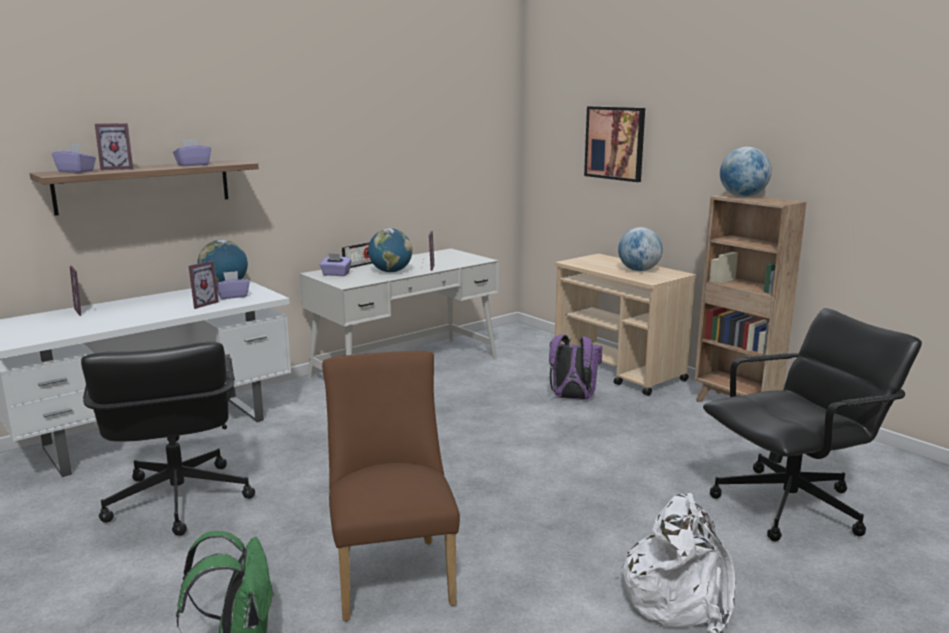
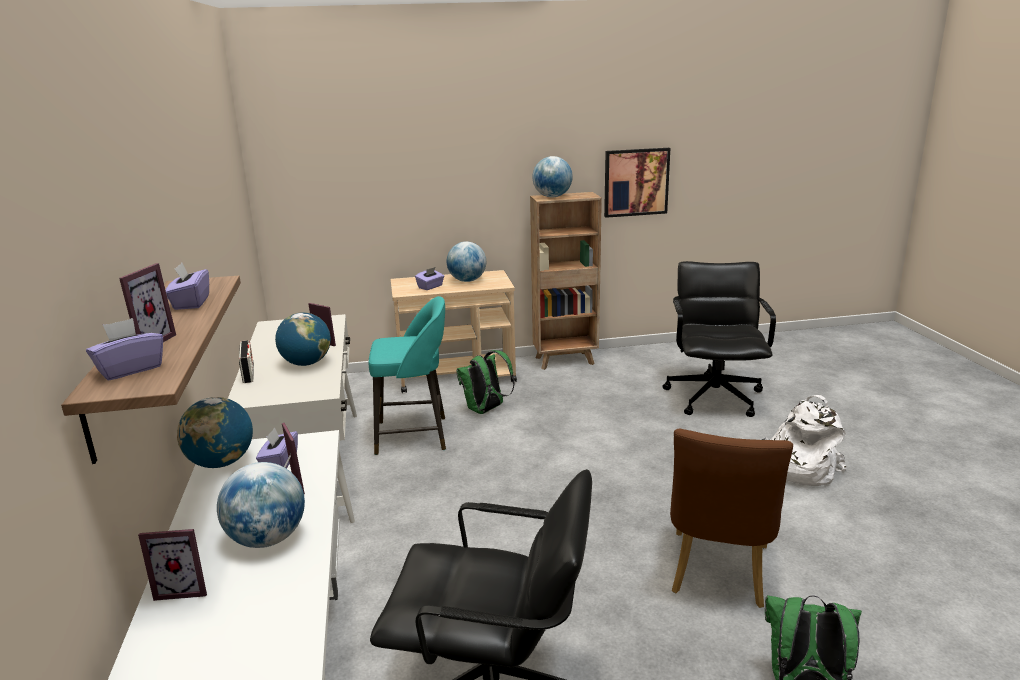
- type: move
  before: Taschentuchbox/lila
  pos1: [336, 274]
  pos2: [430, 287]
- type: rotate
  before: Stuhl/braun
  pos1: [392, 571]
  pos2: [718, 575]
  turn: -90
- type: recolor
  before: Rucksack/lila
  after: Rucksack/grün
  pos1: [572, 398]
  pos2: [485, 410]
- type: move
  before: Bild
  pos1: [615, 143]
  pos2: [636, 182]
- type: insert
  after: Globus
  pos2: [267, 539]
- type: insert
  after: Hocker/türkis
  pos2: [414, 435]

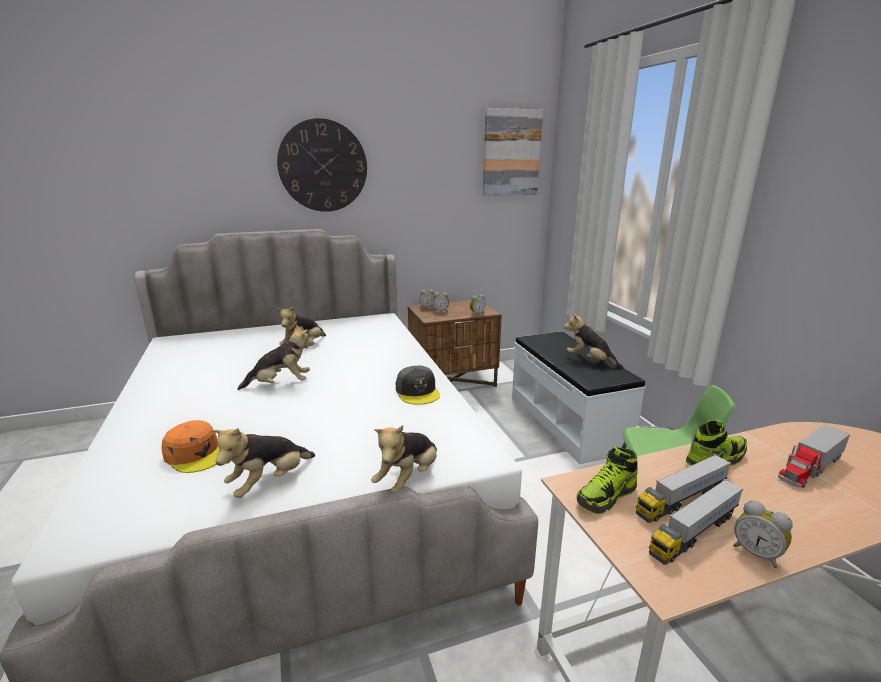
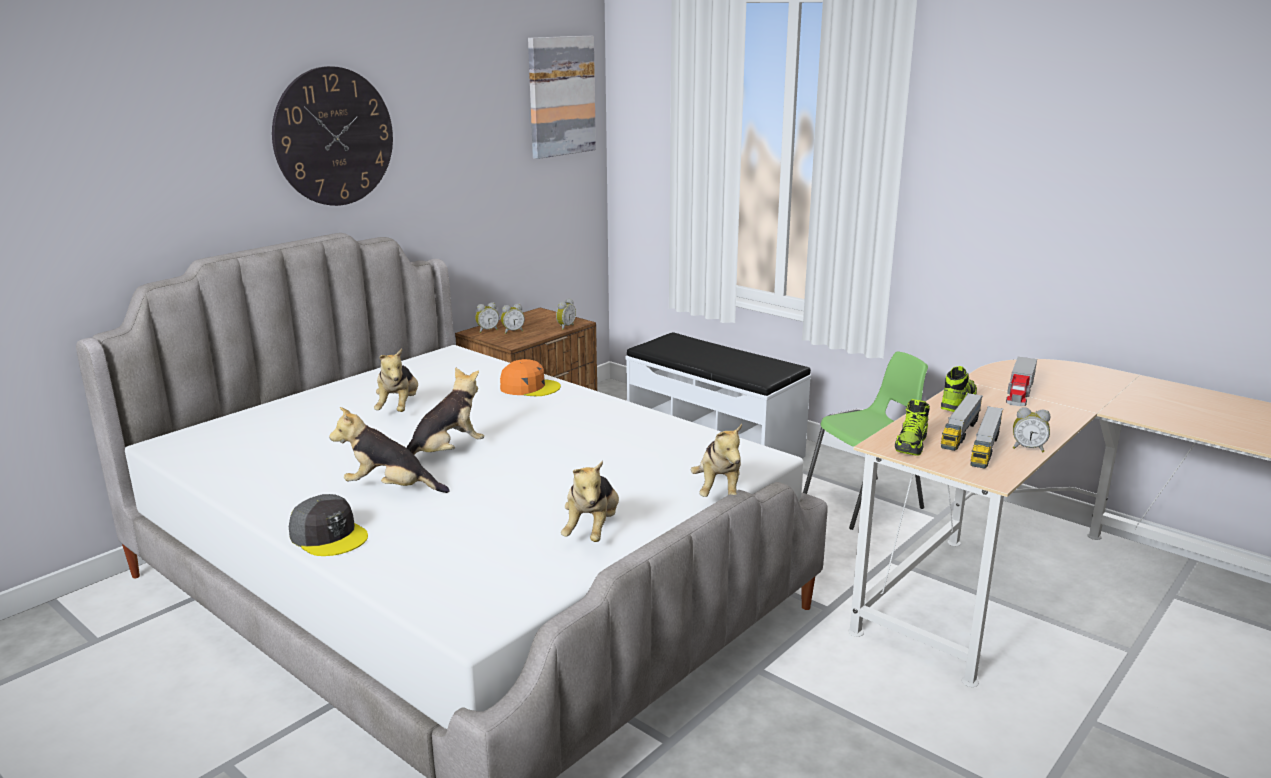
- type: move
  before: Kappe/orange
  pos1: [196, 454]
  pos2: [529, 387]
- type: move
  before: Kappe/grau
  pos1: [417, 392]
  pos2: [329, 536]
- type: move
  before: Plüschtier
  pos1: [590, 360]
  pos2: [390, 489]

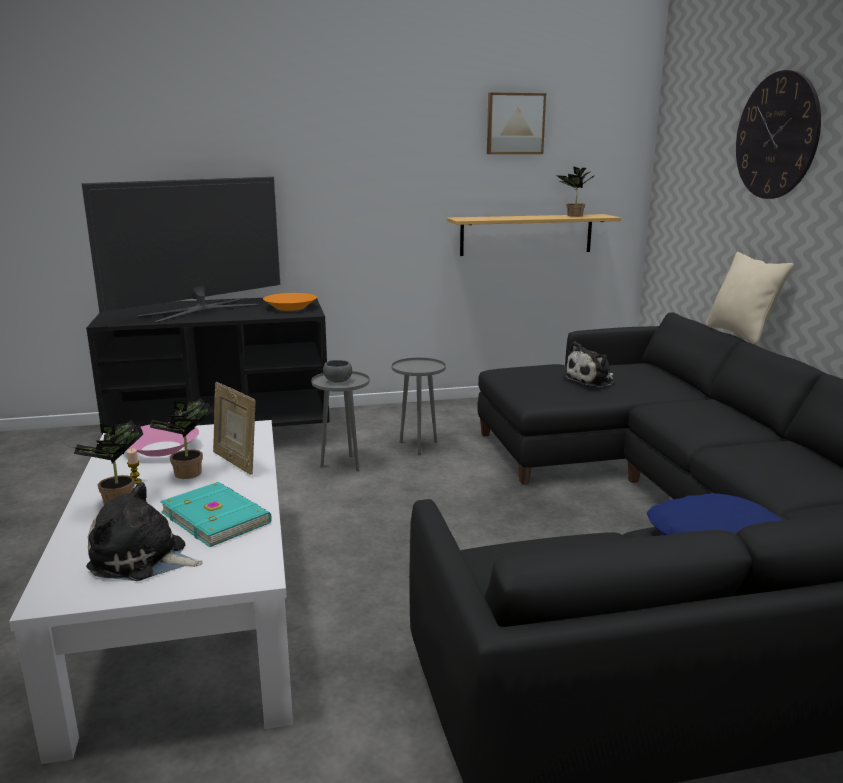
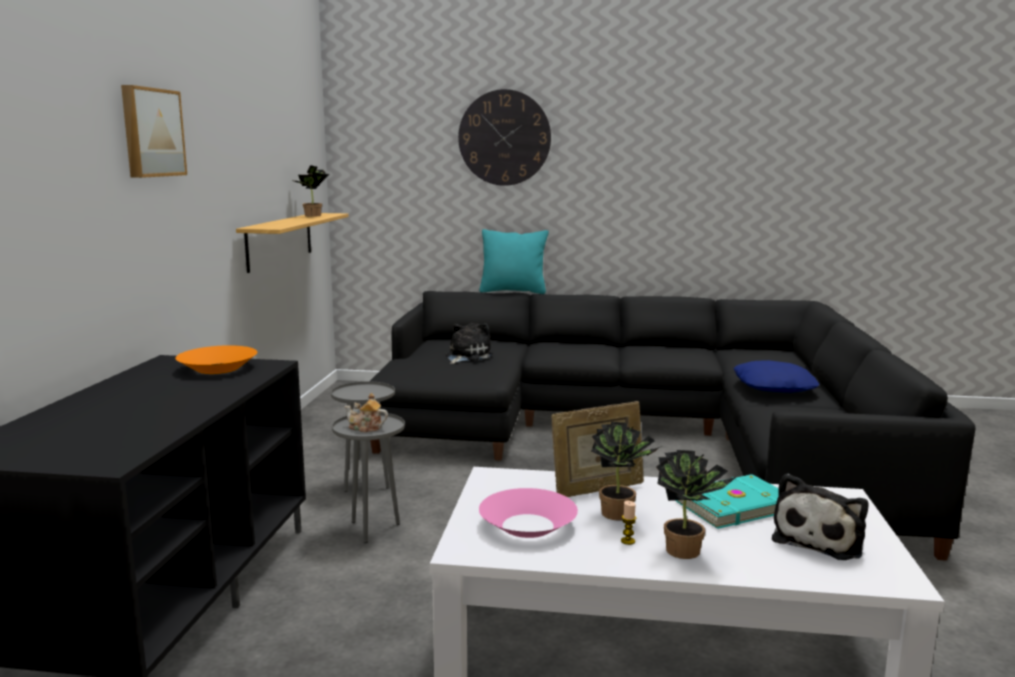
- type: delete
  before: Fernseher
  pos1: [200, 310]
- type: replace
  before: Schüssel/grau
  after: Teekanne
  pos1: [337, 381]
  pos2: [365, 428]
- type: move
  before: Bild
  pos1: [515, 124]
  pos2: [151, 132]
- type: rotate
  before: Plüschtier
  pos1: [592, 380]
  pos2: [466, 356]
  turn: -135
- type: recolor
  before: Kissen/beige
  after: Kissen/türkis
  pos1: [740, 334]
  pos2: [513, 291]

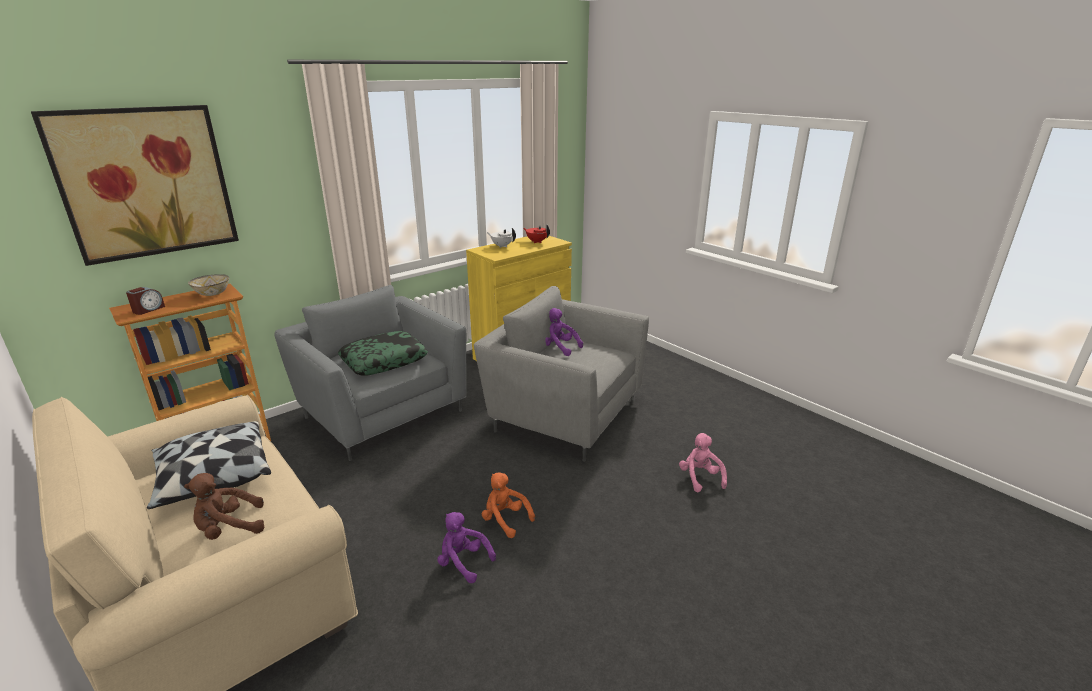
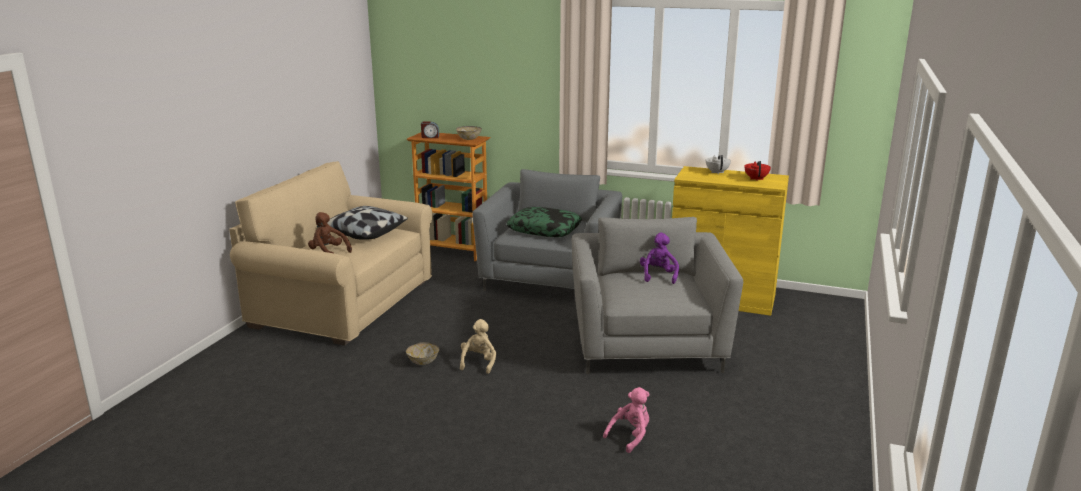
- type: delete
  before: Bild
  pos1: [146, 183]
- type: replace
  before: Plüschtier/lila
  after: Schüssel
  pos1: [463, 562]
  pos2: [423, 361]
- type: recolor
  before: Plüschtier/orange
  after: Plüschtier/beige
  pos1: [505, 520]
  pos2: [479, 363]

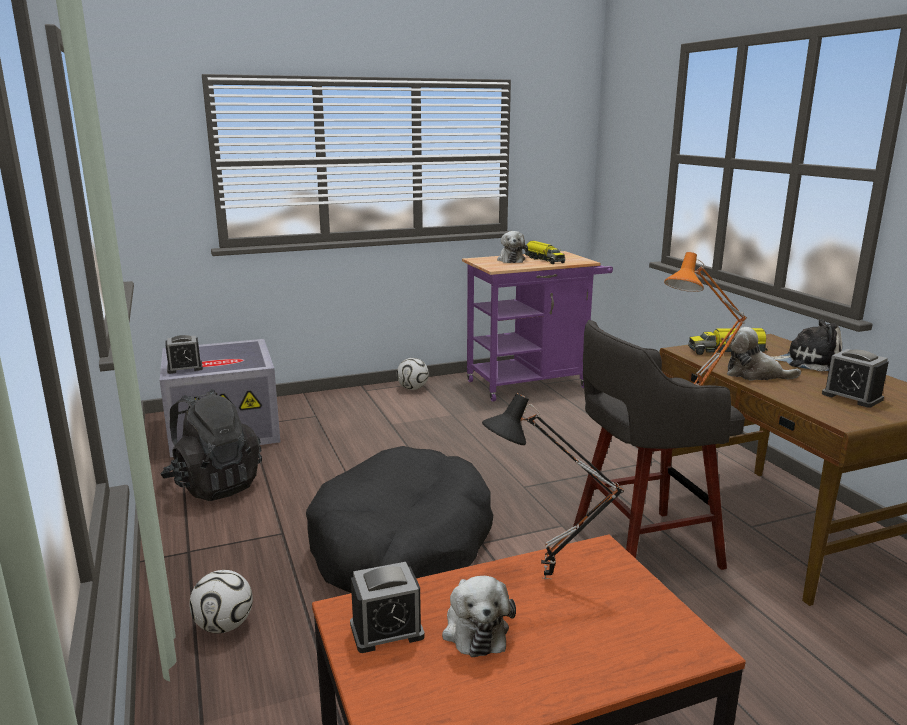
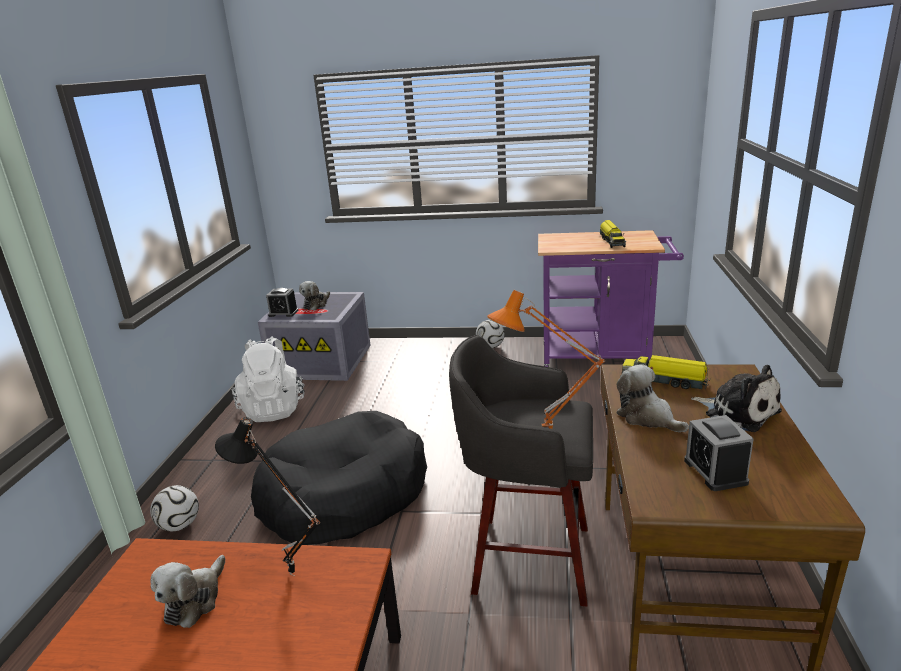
- type: recolor
  before: Rucksack/schwarz
  after: Rucksack/weiß
  pos1: [214, 485]
  pos2: [274, 409]
- type: delete
  before: Wecker
  pos1: [387, 630]
- type: move
  before: Plüschtier
  pos1: [511, 260]
  pos2: [316, 304]

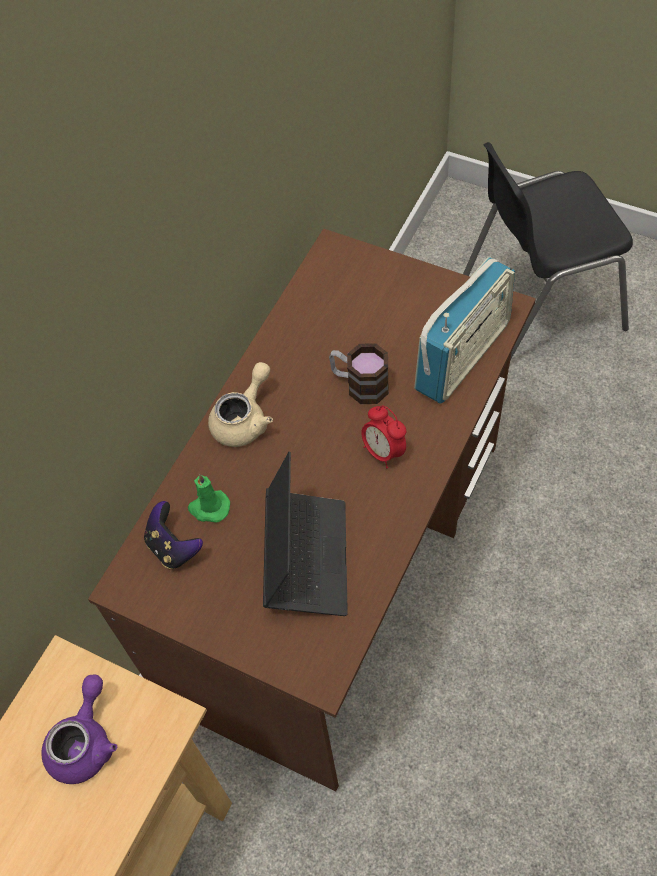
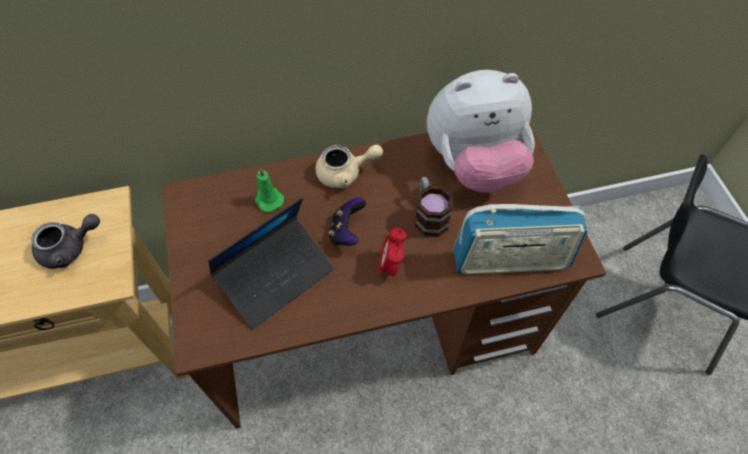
- type: recolor
  before: Teekanne/lila
  after: Teekanne/grau
  pos1: [85, 741]
  pos2: [70, 248]
- type: move
  before: Gamepad
  pos1: [173, 547]
  pos2: [346, 232]
- type: insert
  after: Plüschtier
  pos2: [474, 164]

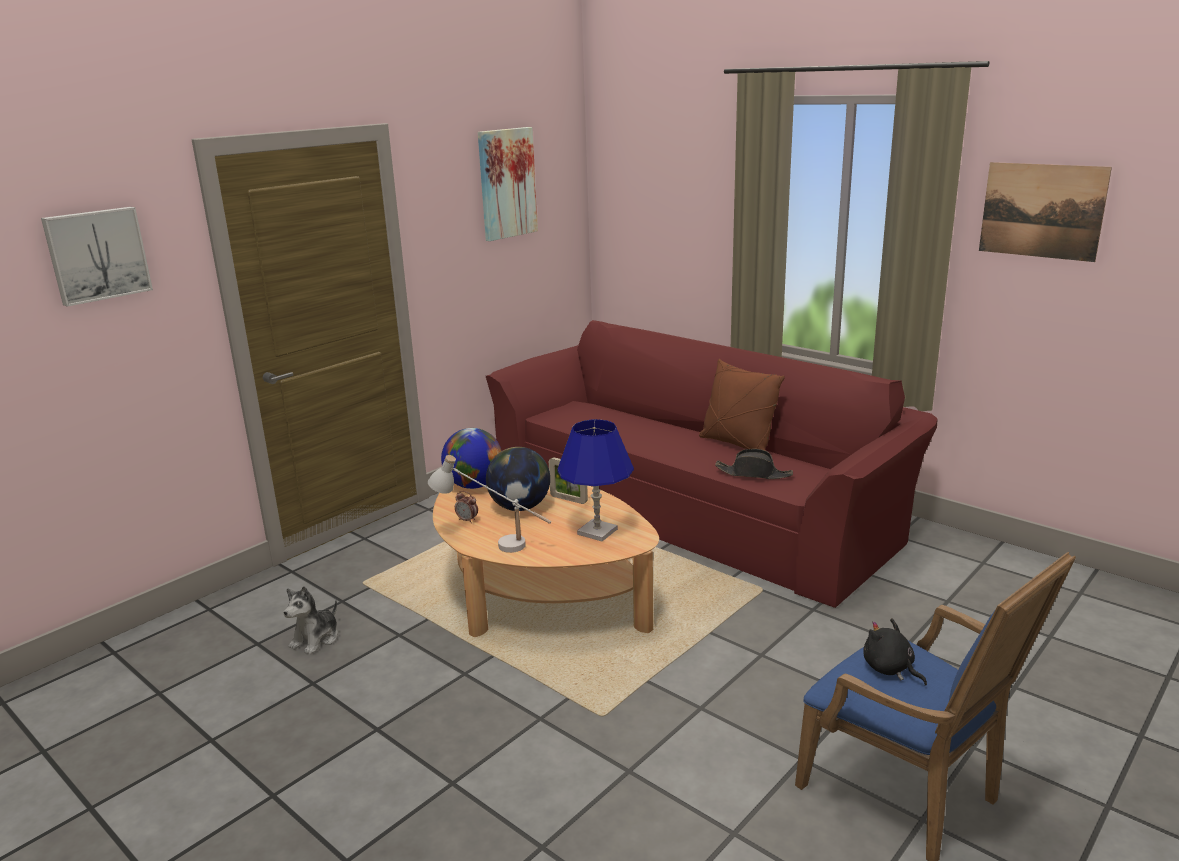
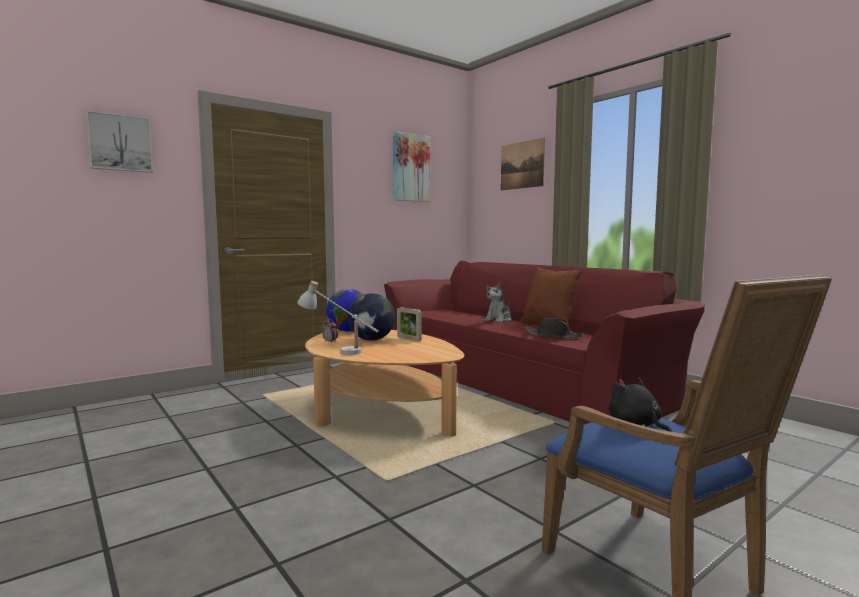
- type: move
  before: Plüschtier
  pos1: [316, 639]
  pos2: [498, 320]
- type: delete
  before: Tischlampe/blau
  pos1: [597, 531]
- type: move
  before: Bild
  pos1: [1041, 211]
  pos2: [522, 165]

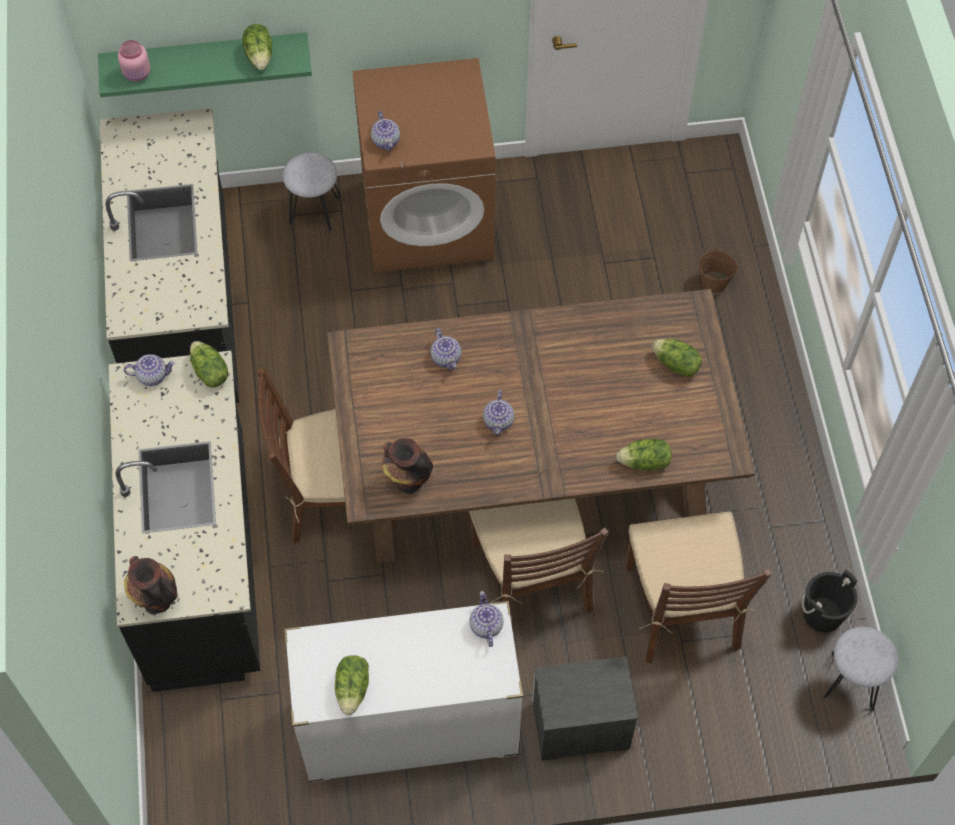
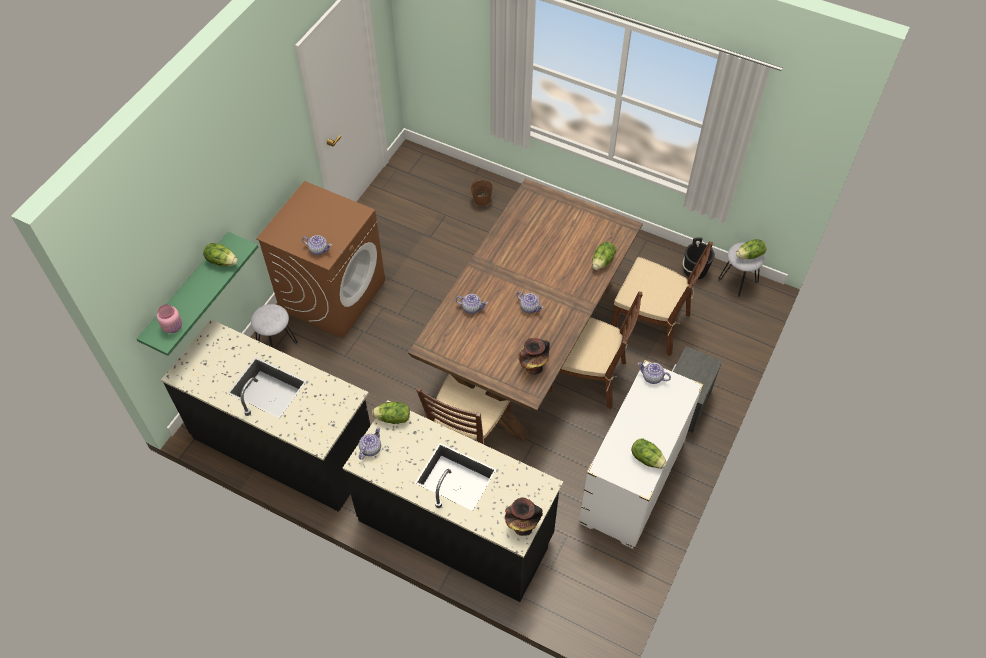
- type: move
  before: Salatkopf
  pos1: [676, 365]
  pos2: [750, 255]

